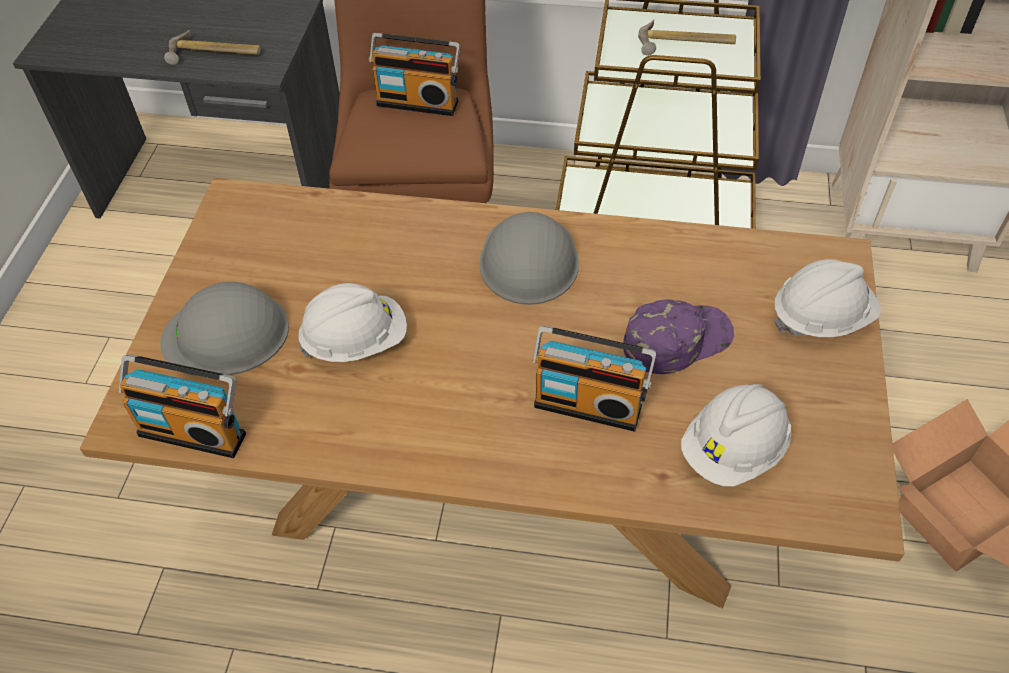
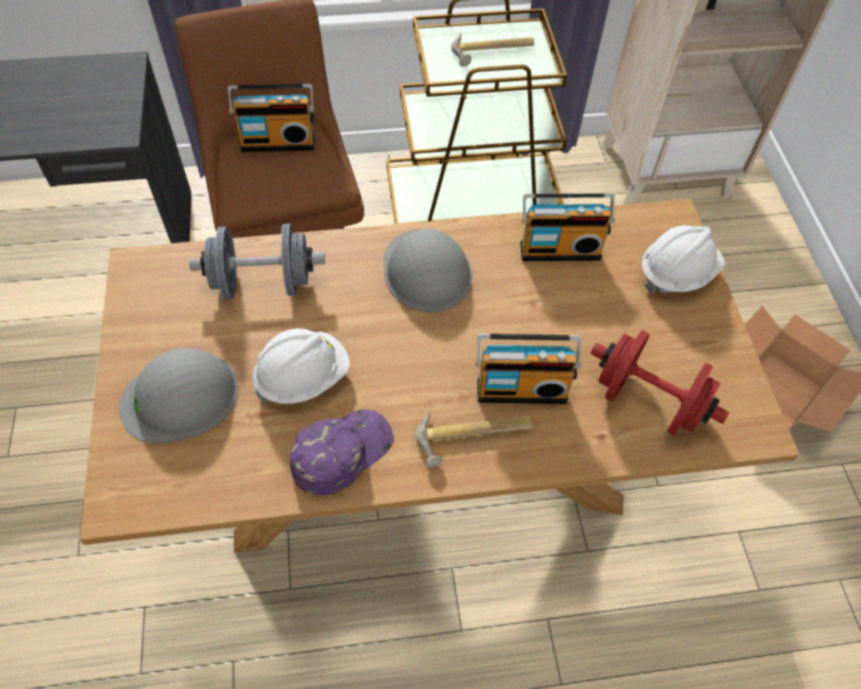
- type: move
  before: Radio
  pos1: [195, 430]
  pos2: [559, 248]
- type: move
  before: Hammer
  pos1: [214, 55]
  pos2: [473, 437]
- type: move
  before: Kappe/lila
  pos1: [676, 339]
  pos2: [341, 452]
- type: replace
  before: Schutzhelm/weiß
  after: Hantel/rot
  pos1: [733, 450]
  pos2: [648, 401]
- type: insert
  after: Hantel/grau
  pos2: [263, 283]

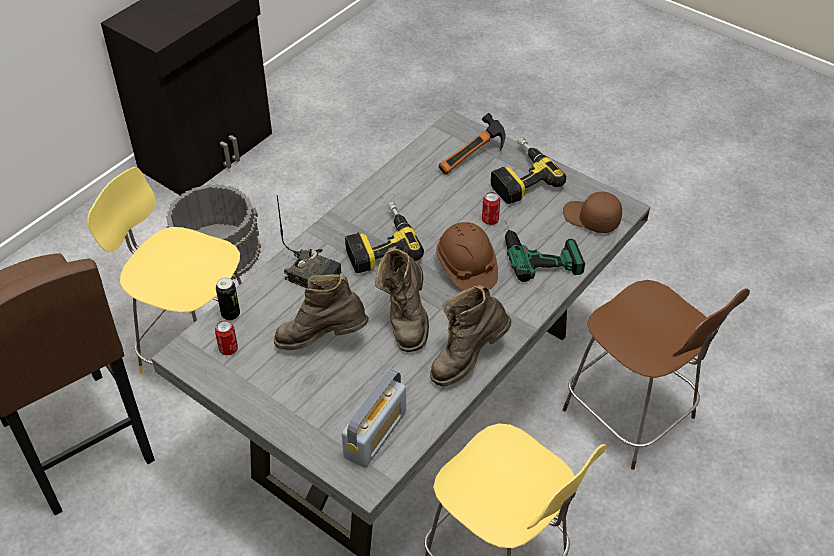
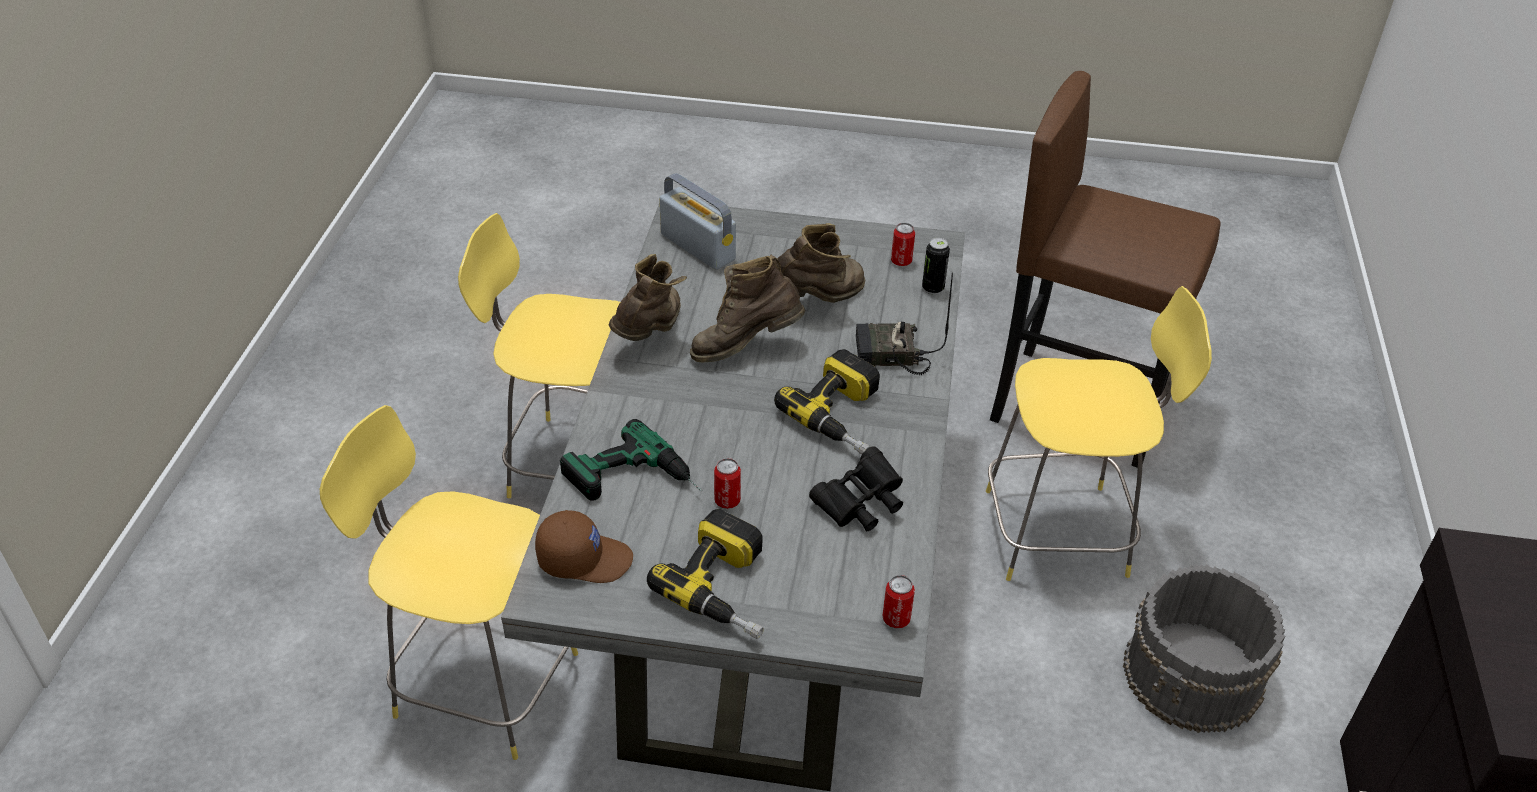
- type: rotate
  before: Radio
  pos1: [375, 434]
  pos2: [697, 247]
  turn: 135
- type: rotate
  before: Stiefel/braun
  pos1: [406, 318]
  pos2: [745, 348]
  turn: -75
- type: delete
  before: Schutzhelm/braun
  pos1: [466, 268]
- type: delete
  before: Hammer
  pos1: [474, 160]
- type: recolor
  before: Hocker/braun
  after: Hocker/gelb
  pos1: [632, 417]
  pos2: [481, 682]
- type: insert
  after: Fernglas/schwarz
  pos2: [860, 505]
- type: insert
  after: Dose
  pos2: [896, 619]

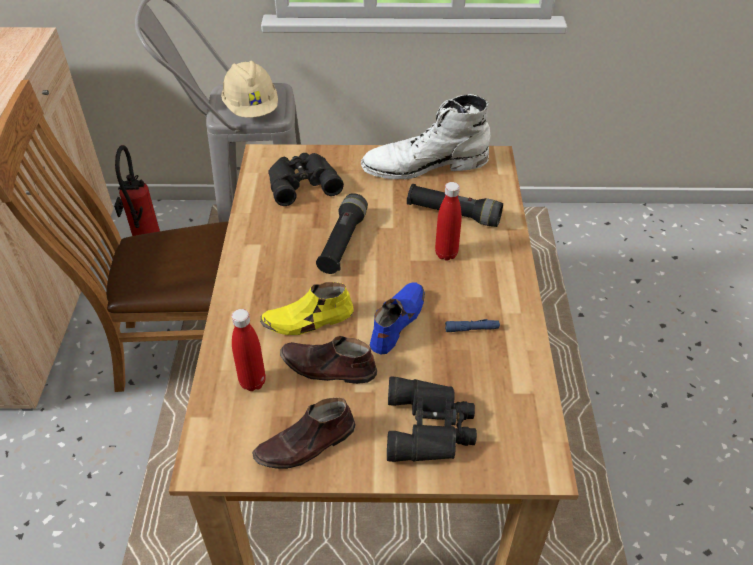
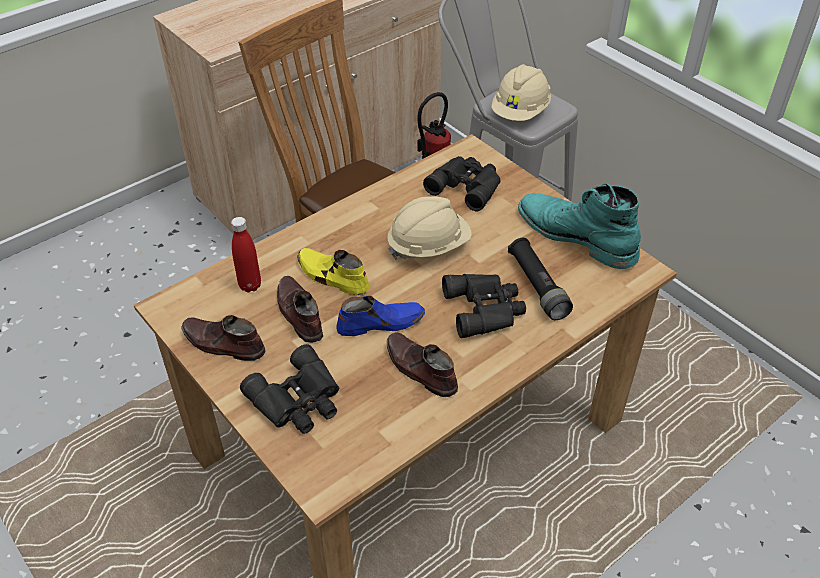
- type: replace
  before: Taschenlampe/schwarz
  after: Schutzhelm/beige
  pos1: [342, 243]
  pos2: [428, 246]
- type: recolor
  before: Stiefel/weiß
  after: Stiefel/türkis
  pos1: [424, 165]
  pos2: [576, 236]
- type: replace
  before: Flasche/rot
  after: Fernglas/schwarz
  pos1: [446, 254]
  pos2: [485, 309]
- type: replace
  before: Taschenlampe/blau
  after: Schuh/braun
  pos1: [472, 328]
  pos2: [420, 369]

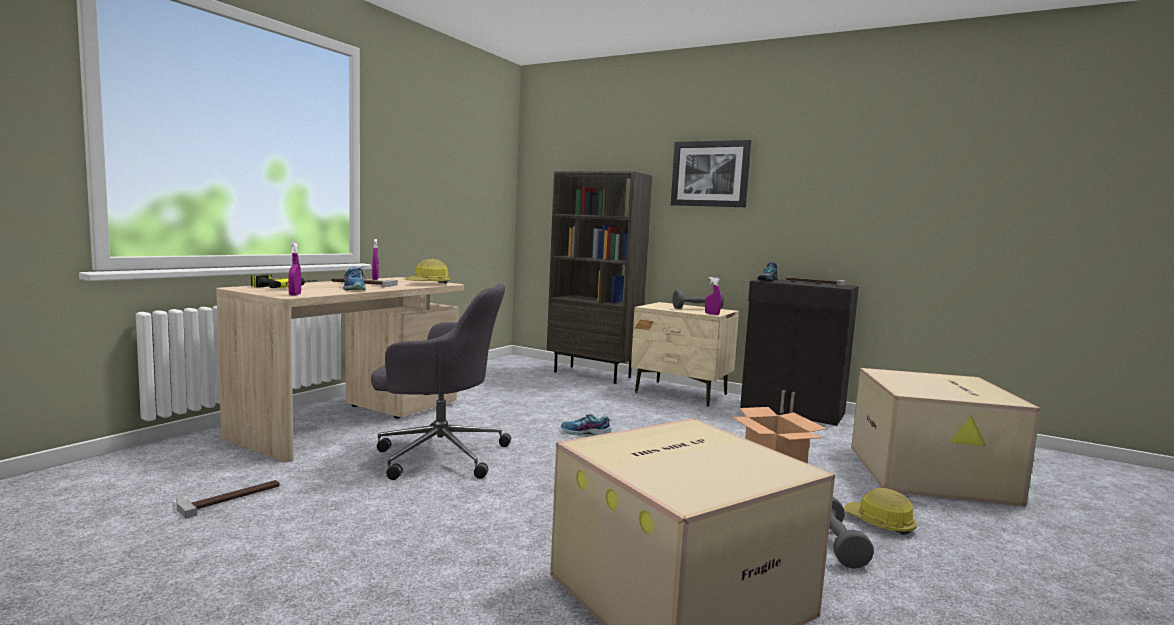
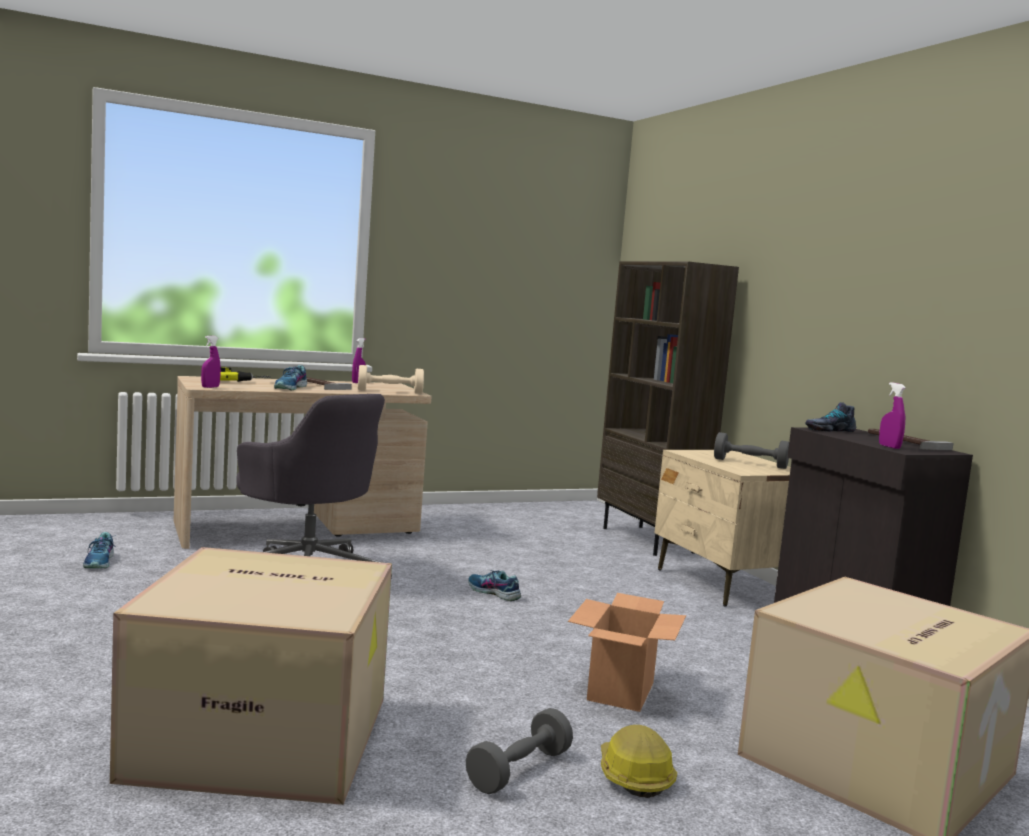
- type: replace
  before: Hammer
  after: Schuh
  pos1: [229, 497]
  pos2: [100, 562]
- type: replace
  before: Schutzhelm
  after: Hantel/beige
  pos1: [428, 284]
  pos2: [390, 391]
- type: delete
  before: Bild
  pos1: [710, 174]
- type: move
  before: Sprühflasche/lila
  pos1: [712, 314]
  pos2: [889, 447]

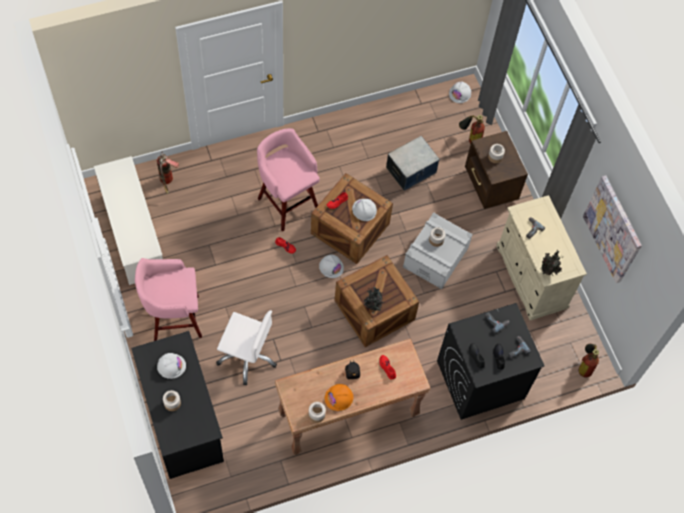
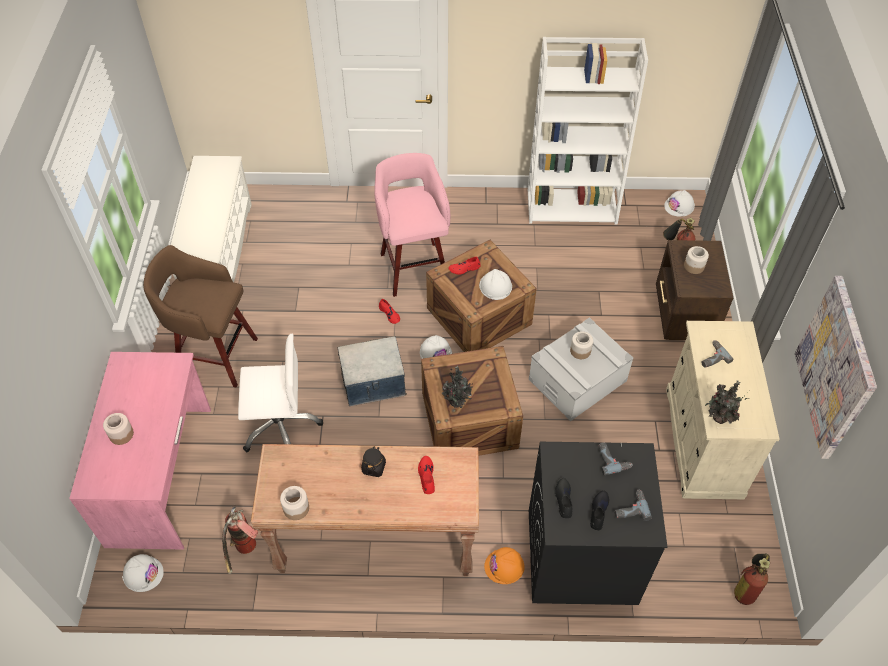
- type: recolor
  before: Schreibtisch/schwarz
  after: Schreibtisch/rosa
  pos1: [182, 417]
  pos2: [162, 475]
- type: recolor
  before: Hocker/rosa
  after: Hocker/braun
  pos1: [174, 318]
  pos2: [215, 356]
- type: move
  before: Feuerlöscher
  pos1: [168, 183]
  pos2: [245, 552]
- type: move
  before: Schutzhelm/weiß
  pos1: [171, 366]
  pos2: [143, 573]
- type: rotate
  before: Bürostuhl/weiß
  pos1: [247, 356]
  pos2: [280, 426]
  turn: -45
- type: move
  before: Schutzhelm/orange
  pos1: [339, 398]
  pos2: [504, 566]
- type: move
  before: Aufbewahrungsbox
  pos1: [411, 170]
  pos2: [373, 383]
- type: insert
  after: Bücherregal/weiß
  pos2: [572, 206]

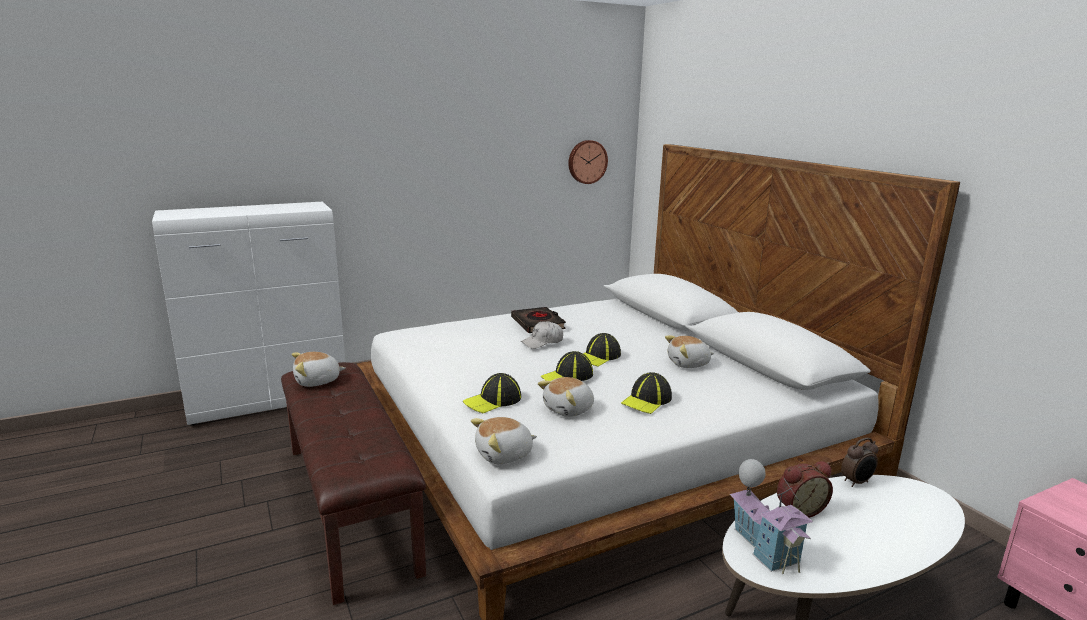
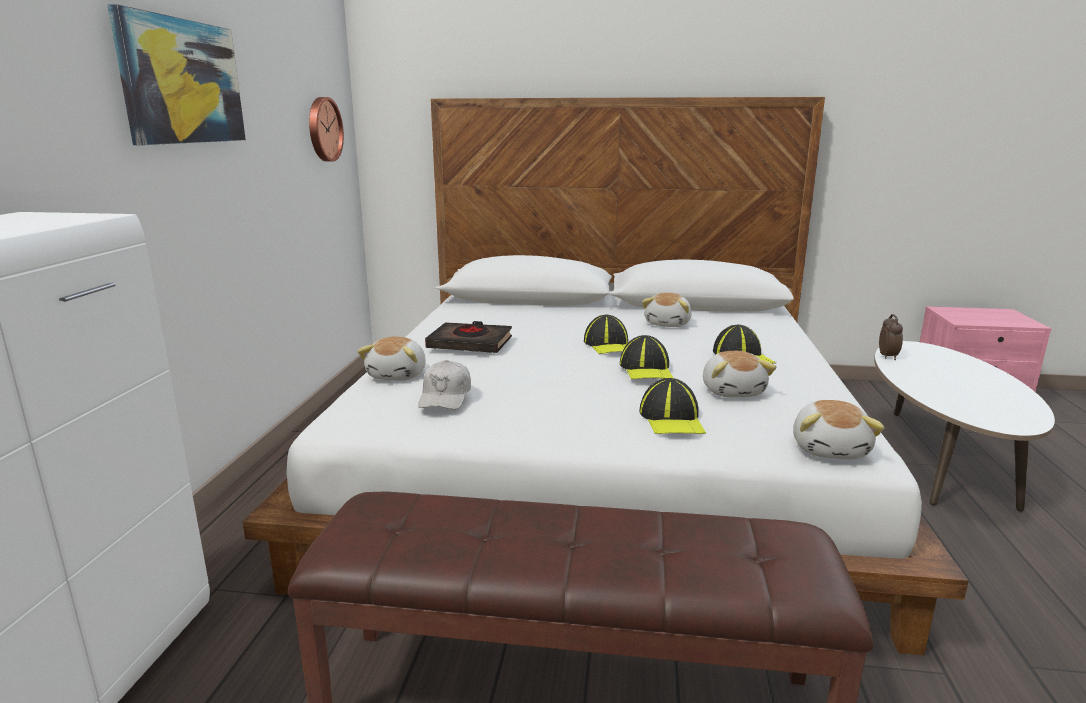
- type: move
  before: Plüschtier
  pos1: [317, 381]
  pos2: [398, 375]
- type: move
  before: Kappe/weiß
  pos1: [542, 342]
  pos2: [445, 397]
- type: delete
  before: Spielzeughaus
  pos1: [765, 547]
- type: delete
  before: Wecker
  pos1: [799, 509]
- type: insert
  after: Bild
  pos2: [182, 82]

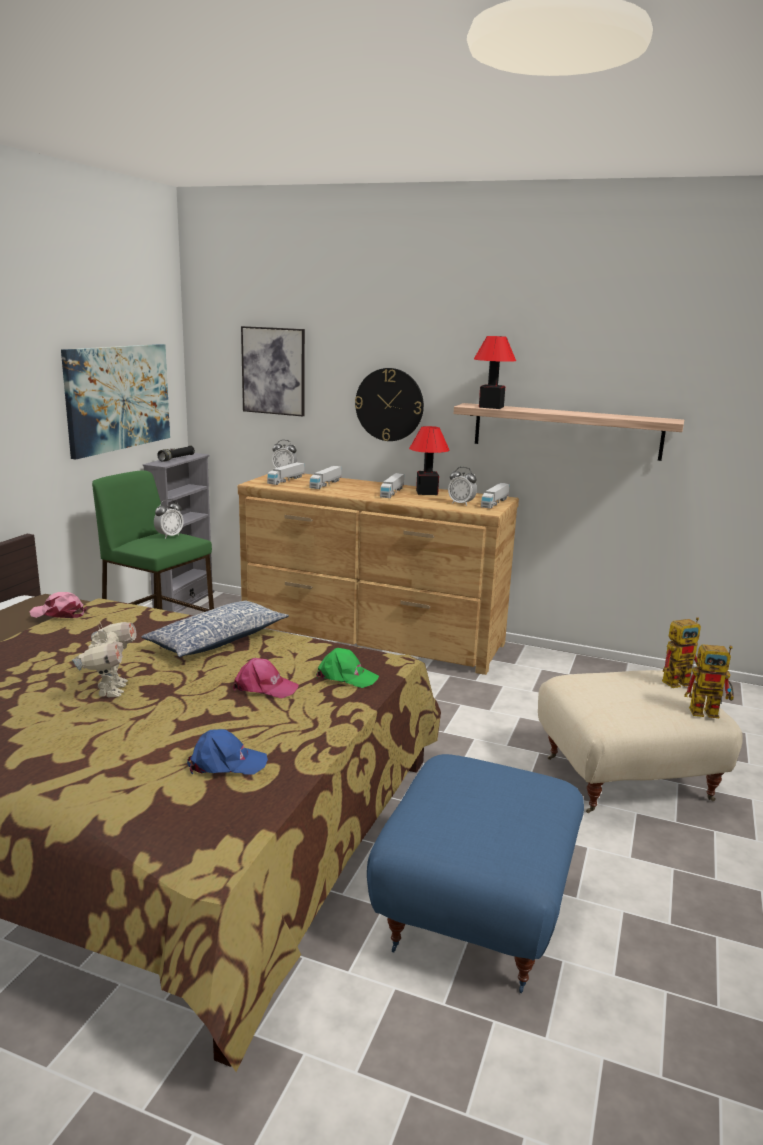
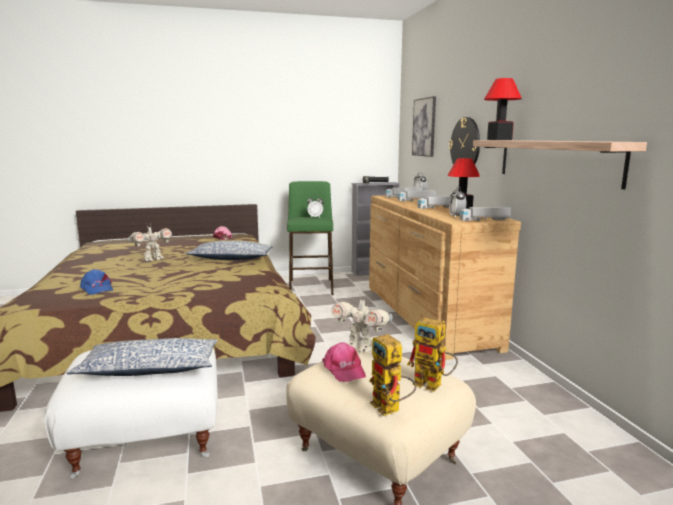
- type: delete
  before: Bild
  pos1: [118, 397]
- type: move
  before: Kappe/rosa
  pos1: [264, 687]
  pos2: [343, 369]
- type: delete
  before: Kappe/grün
  pos1: [346, 677]
- type: recolor
  before: Polsterhocker/blau
  after: Polsterhocker/weiß
  pos1: [474, 909]
  pos2: [148, 438]
- type: insert
  after: Kissen
  pos2: [150, 369]
- type: insert
  after: Spielzeugroboter
  pos2: [360, 347]

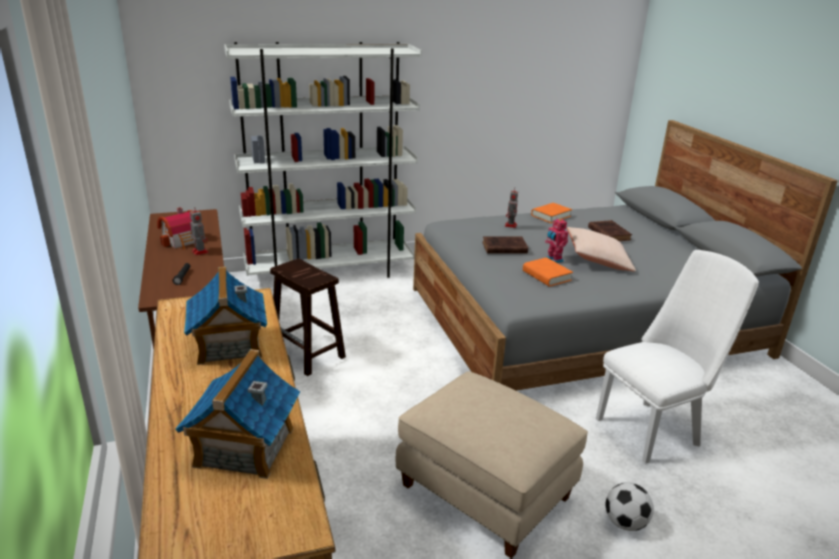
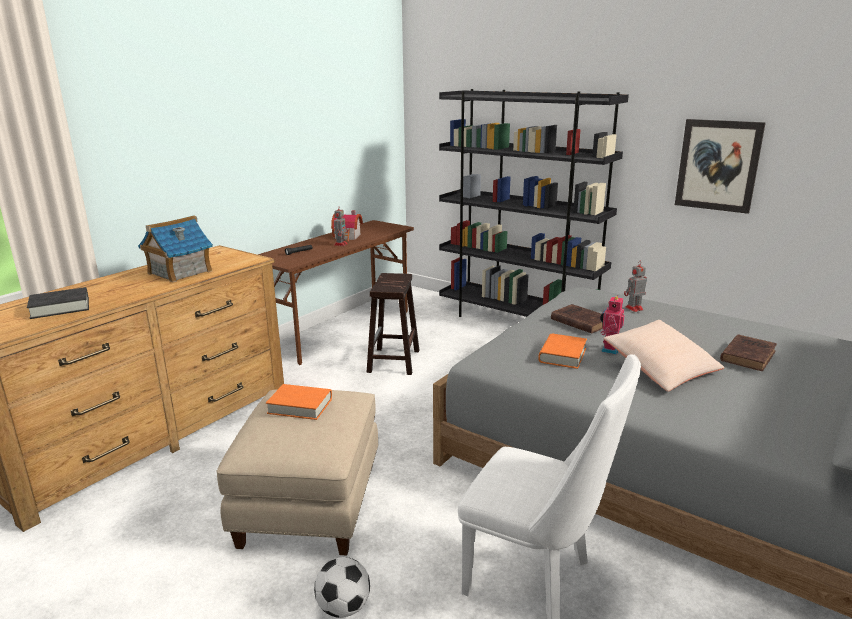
- type: replace
  before: Spielzeughaus
  after: Buch/schwarz
  pos1: [244, 447]
  pos2: [60, 307]
- type: recolor
  before: Bücherregal/weiß
  after: Bücherregal/schwarz
  pos1: [330, 273]
  pos2: [518, 321]
- type: move
  before: Buch/orange
  pos1: [551, 216]
  pos2: [300, 406]
- type: insert
  after: Bild
  pos2: [718, 165]

